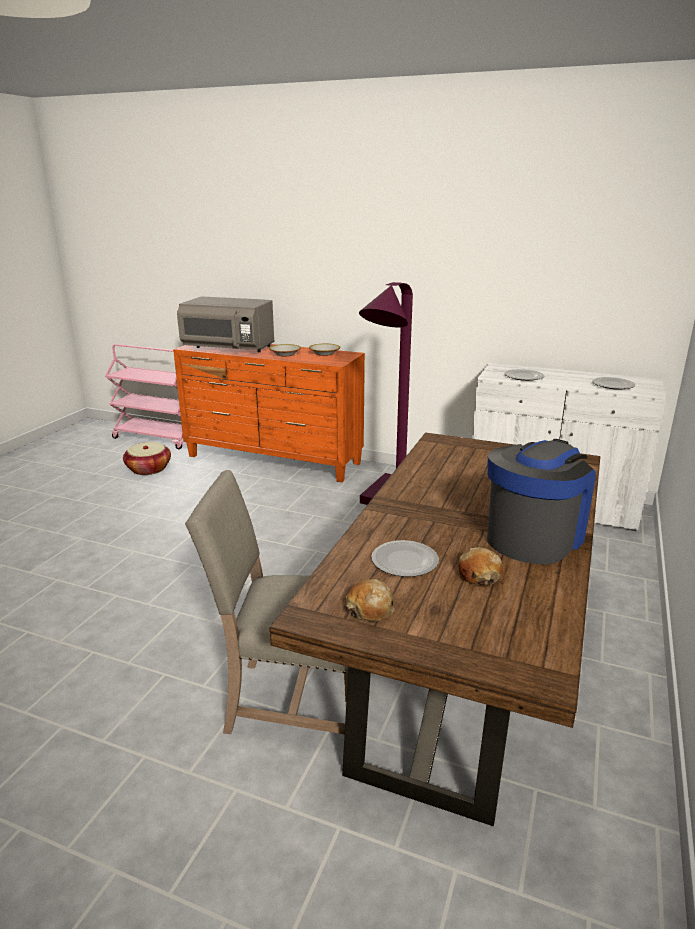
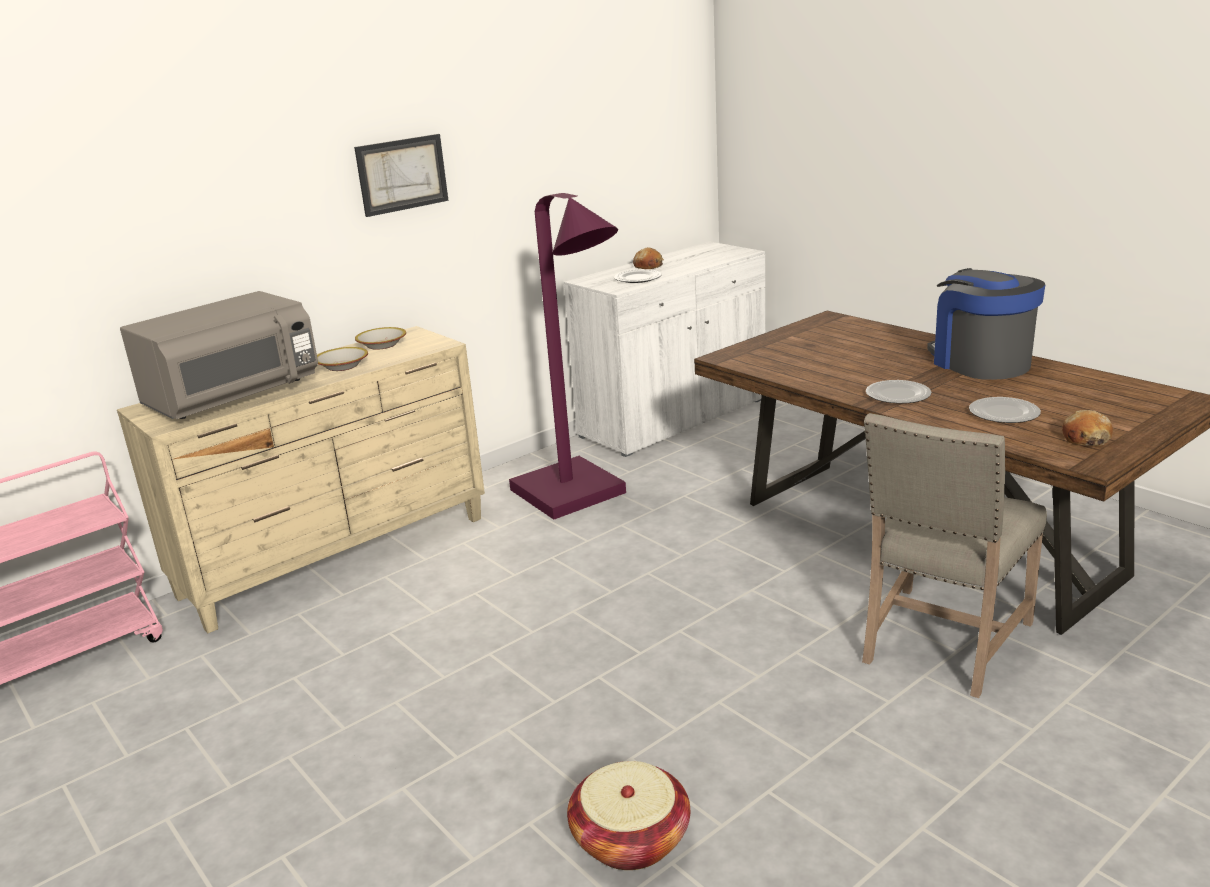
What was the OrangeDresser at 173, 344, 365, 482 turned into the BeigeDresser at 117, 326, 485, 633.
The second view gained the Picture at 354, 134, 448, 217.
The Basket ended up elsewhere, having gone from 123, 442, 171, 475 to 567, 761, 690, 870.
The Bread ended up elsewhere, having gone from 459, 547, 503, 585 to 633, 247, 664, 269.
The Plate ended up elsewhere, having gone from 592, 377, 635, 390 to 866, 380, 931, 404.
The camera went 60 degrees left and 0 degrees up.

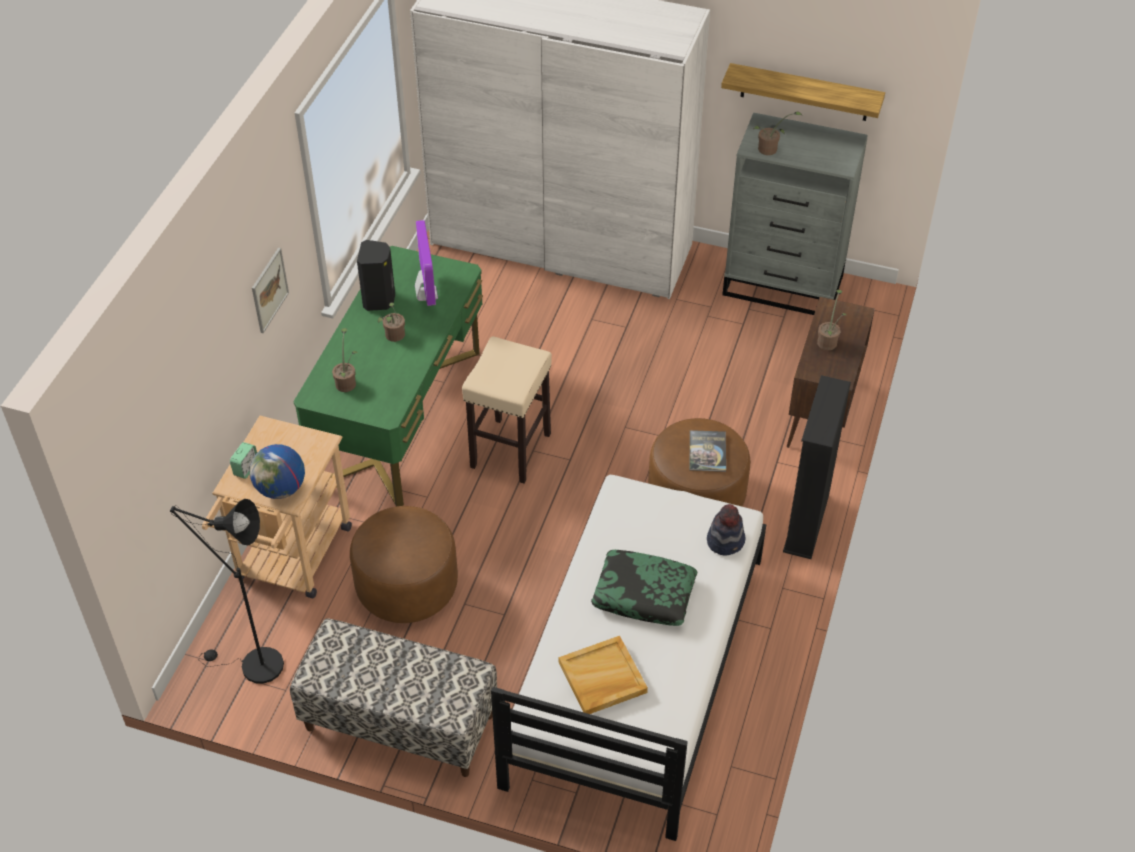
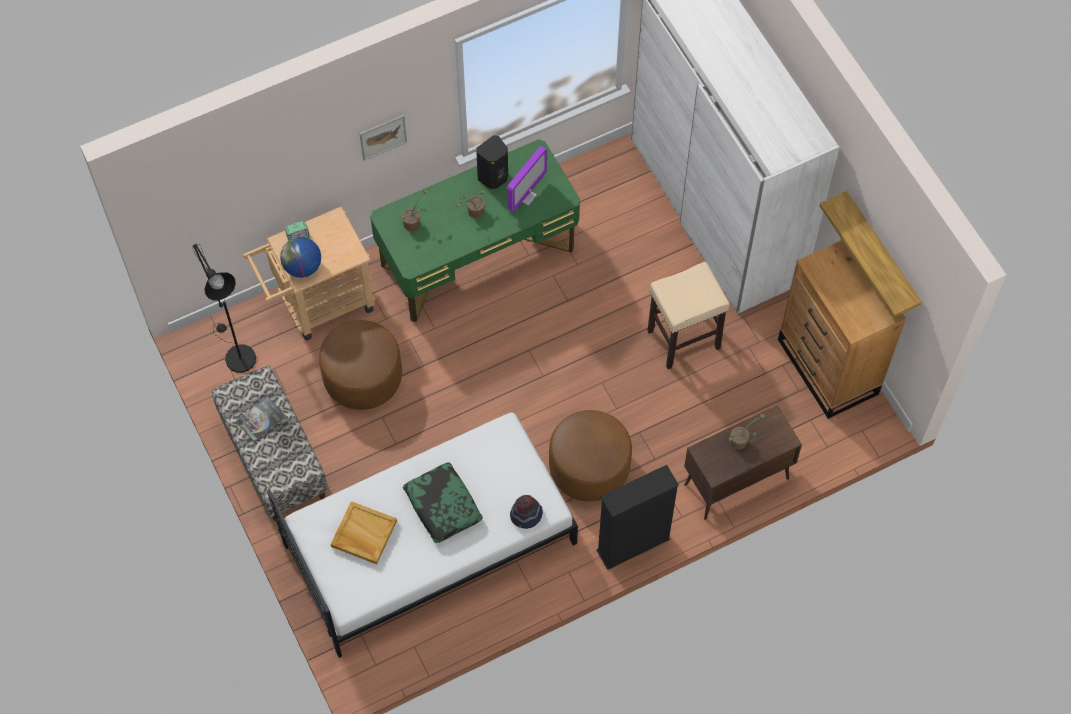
The Book ended up elsewhere, having gone from 690, 430, 726, 472 to 236, 396, 286, 442.
The BeigeStool ended up elsewhere, having gone from 462, 336, 552, 483 to 647, 262, 730, 369.
What was the GreyDresser at 723, 113, 868, 315 turned into the BrownDresser at 778, 240, 906, 419.
The second view lost the PottedPlant at 754, 111, 803, 155.
The camera went 45 degrees right and 15 degrees up.

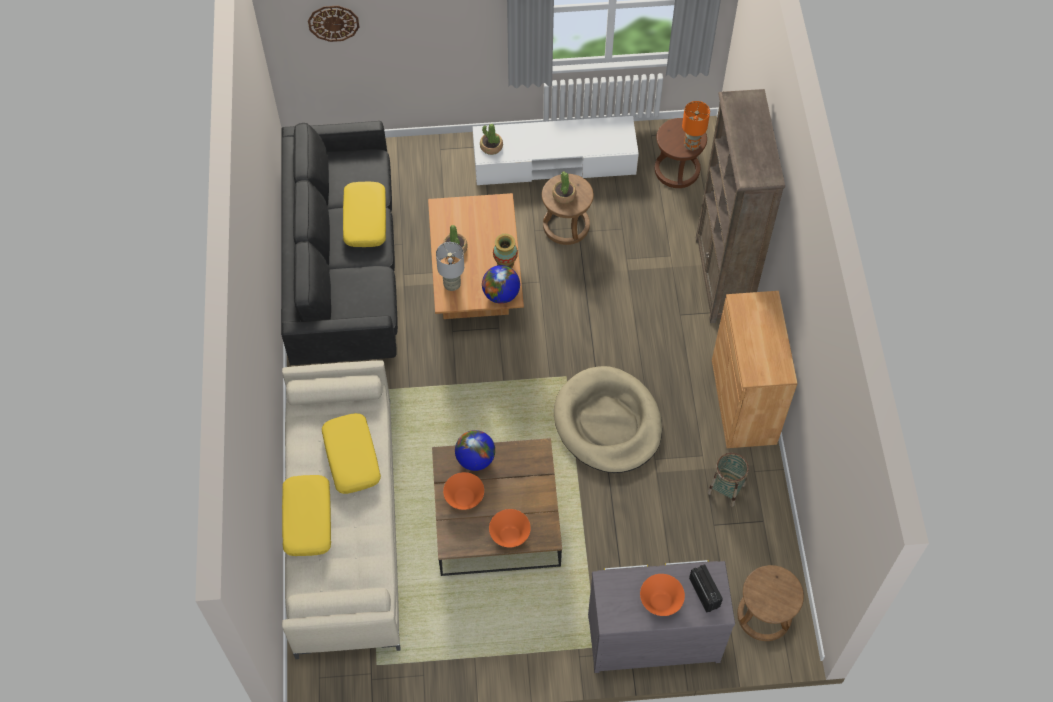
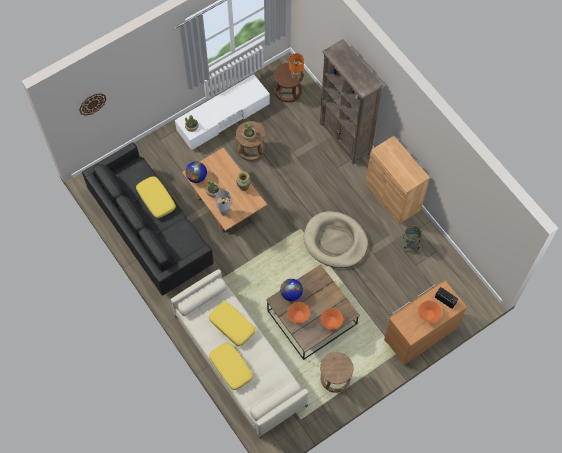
The Globe ended up elsewhere, having gone from 482, 265, 520, 304 to 185, 161, 207, 183.
The BrownStool ended up elsewhere, having gone from 737, 565, 804, 641 to 320, 352, 353, 393.
What was the GreyDresser at 588, 560, 735, 673 turned into the BrownDresser at 384, 281, 467, 365.
The camera went 30 degrees left and 5 degrees up.

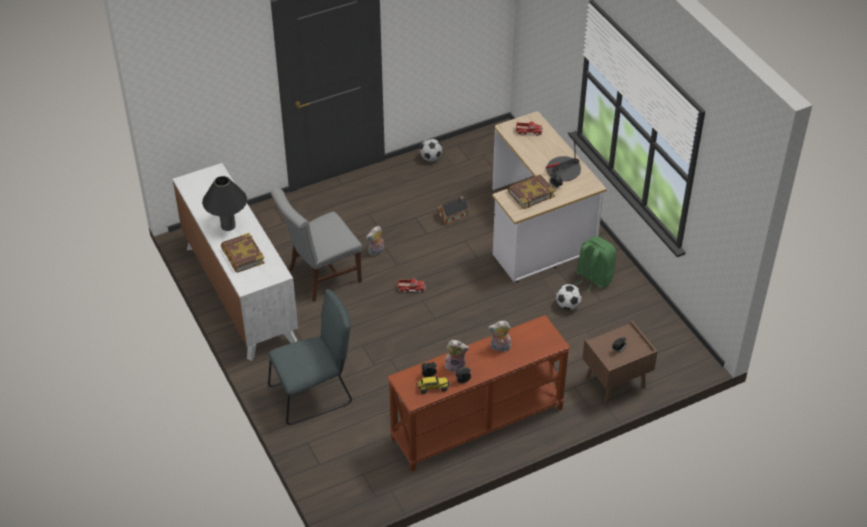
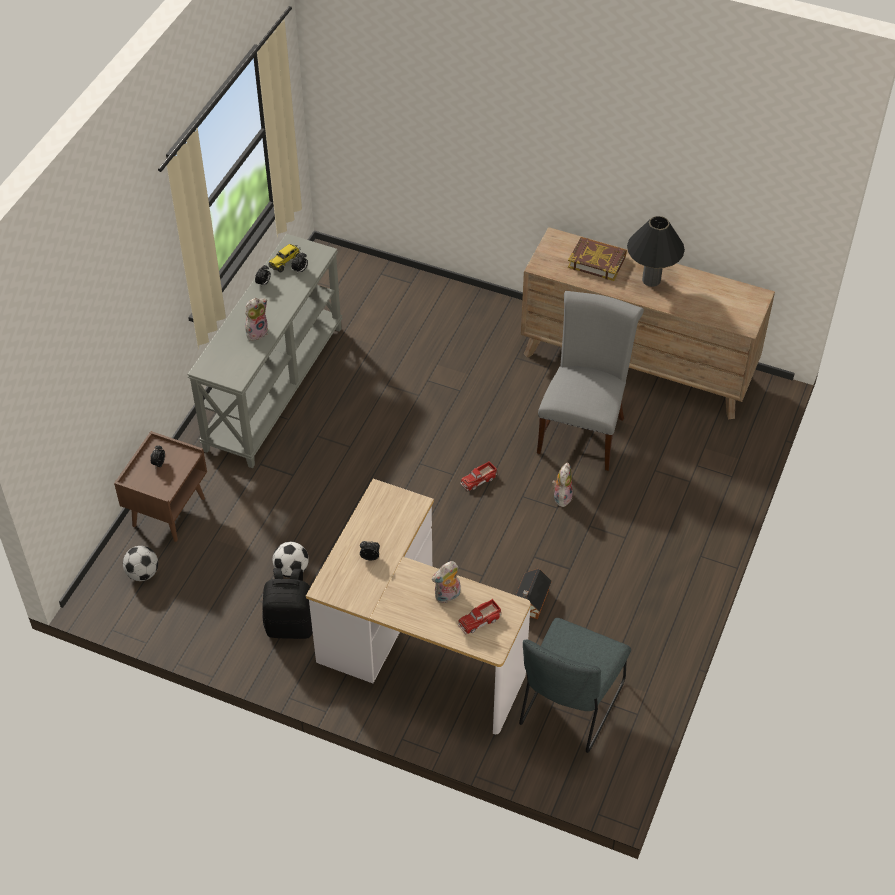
The Football ended up elsewhere, having gone from 420, 138, 442, 162 to 123, 546, 158, 581.
What was the BrownConsoleTable at 388, 315, 570, 472 turned into the GreyConsoleTable at 187, 234, 342, 468.
What was the GreenBackpack at 574, 236, 616, 293 turned into the BlackBackpack at 262, 568, 313, 639.
The PlushToy ended up elsewhere, having gone from 445, 340, 469, 373 to 432, 561, 460, 603.
The GreyChair ended up elsewhere, having gone from 268, 289, 352, 425 to 519, 618, 631, 753.
What was the WhiteDresser at 173, 163, 298, 361 turned into the BrownDresser at 521, 227, 775, 419.
The second view lost the Book at 508, 175, 556, 209.
The second view lost the TableLamp at 546, 132, 581, 181.
The camera went 140 degrees right and 5 degrees up.

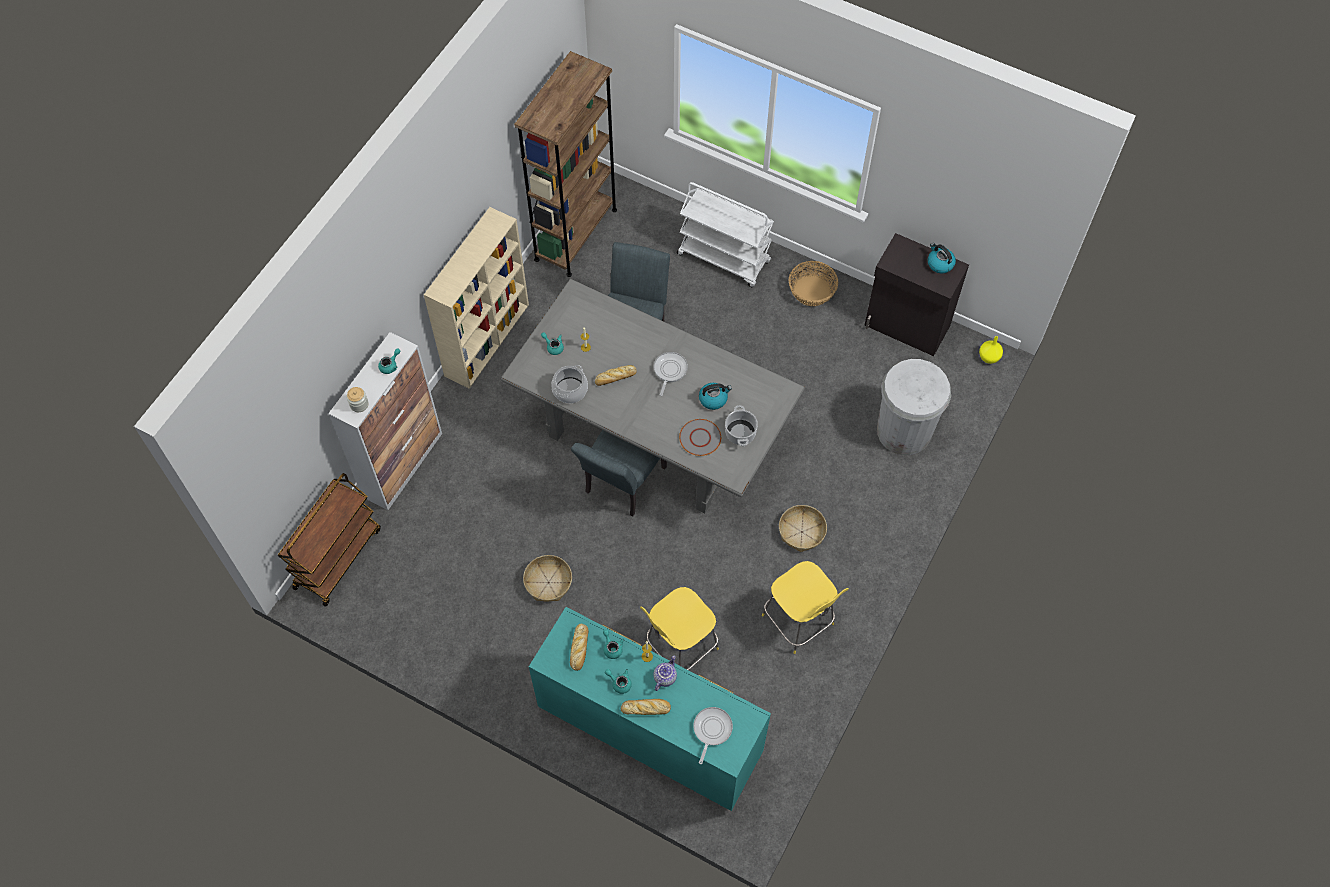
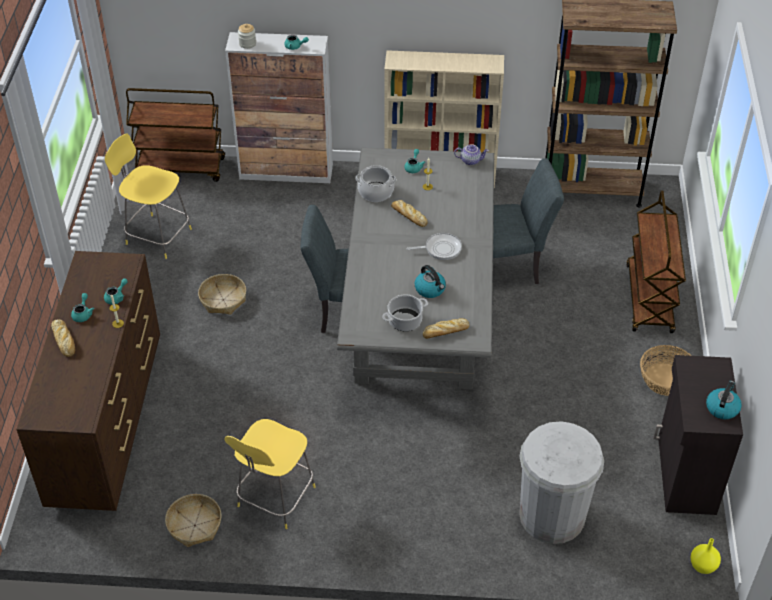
What was the TurquoiseDresser at 529, 607, 771, 811 turned into the BrownDresser at 16, 251, 160, 511.
The YellowStool ended up elsewhere, having gone from 640, 587, 719, 670 to 105, 133, 192, 259.
The Basket ended up elsewhere, having gone from 779, 505, 827, 552 to 165, 494, 221, 547.
The Bread ended up elsewhere, having gone from 570, 624, 588, 671 to 423, 318, 469, 339.
The Teapot ended up elsewhere, having gone from 653, 656, 677, 691 to 454, 144, 489, 165.
What was the WhiteCart at 677, 182, 774, 287 turned into the BrownCart at 626, 190, 686, 333.
The second view lost the GreyPlate at 679, 419, 721, 456.
The second view lost the FryingPan at 693, 707, 733, 764.
The camera went 65 degrees right and 15 degrees down.

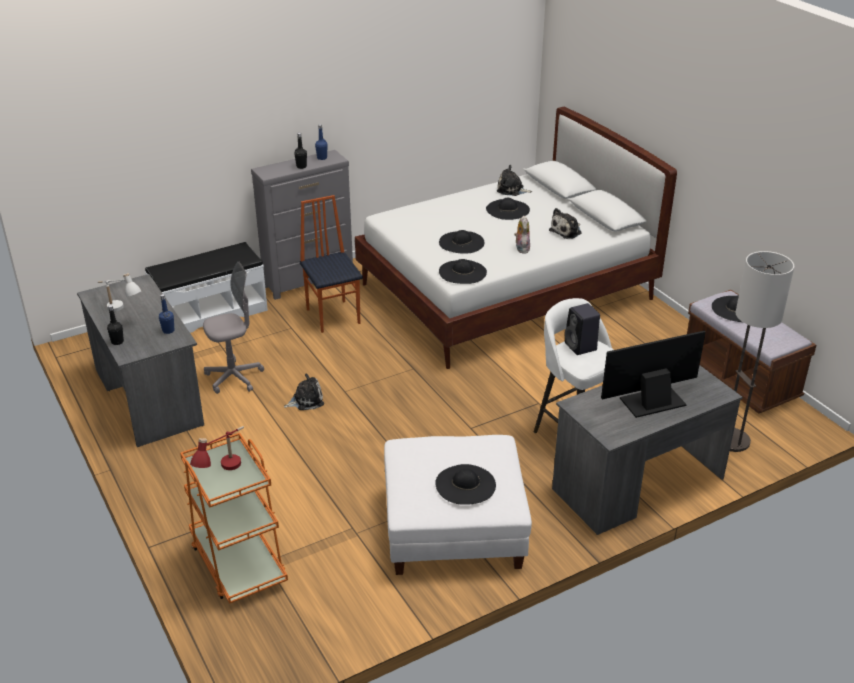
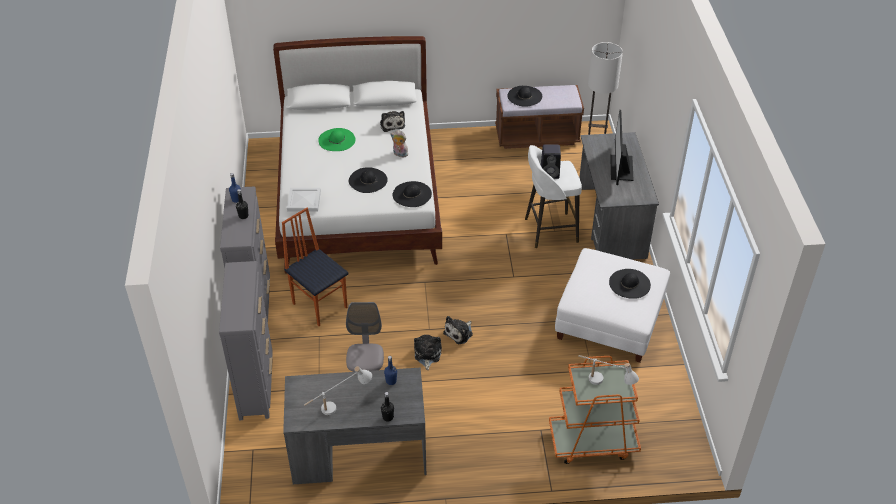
Where the WhiteBench stood at 145, 242, 268, 333, the GreyDresser came to stand at 219, 261, 273, 421.
The Chair at 300, 195, 363, 333 ended up facing another way, 45 degrees clockwise from before.
The second view gained the WhiteTray at 287, 188, 321, 212.
What was the BlackHat at 486, 198, 530, 220 turned into the GreenHat at 318, 128, 356, 151.
The PlushToy ended up elsewhere, having gone from 497, 165, 533, 196 to 443, 316, 473, 344.
What was the RedTableLamp at 190, 426, 244, 470 turned into the WhiteTableLamp at 578, 355, 639, 385.
The camera went 65 degrees left and 10 degrees up.

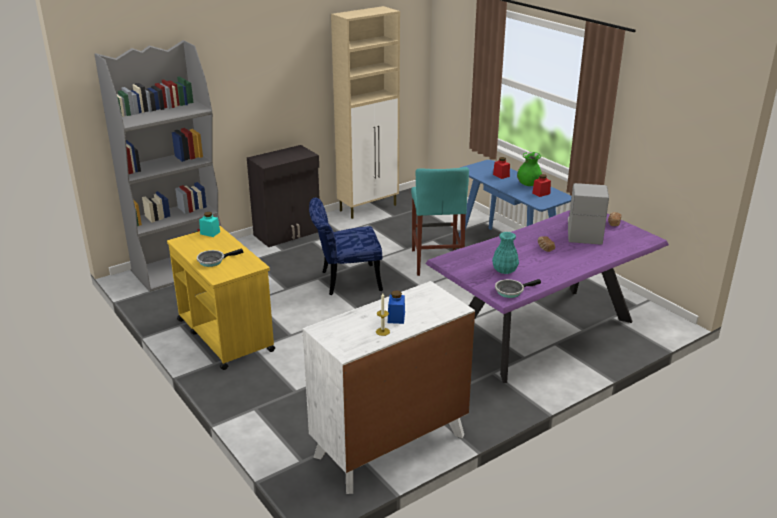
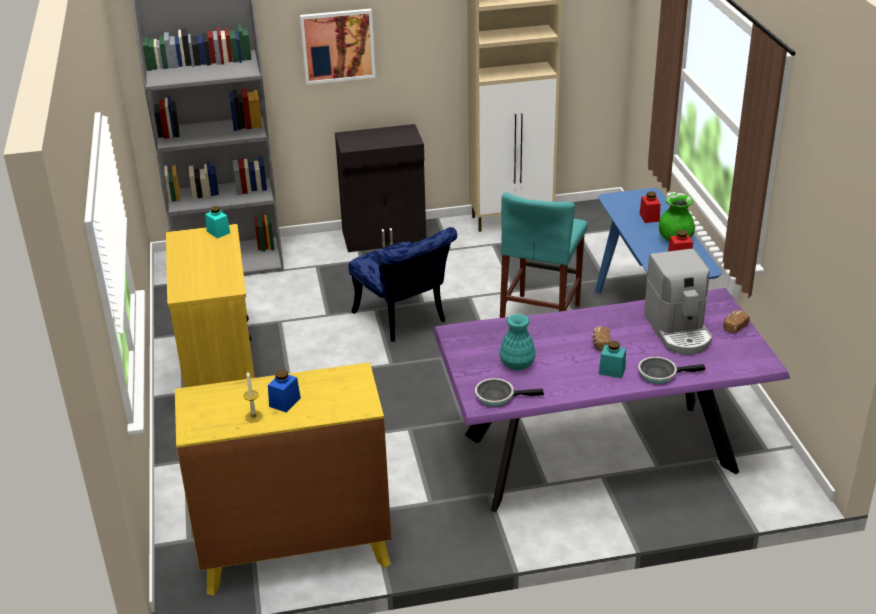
What was the WhiteDresser at 302, 281, 475, 494 turned into the YellowDresser at 175, 362, 392, 596.
The second view gained the Picture at 300, 9, 376, 85.
The BlueChair at 309, 197, 383, 295 ended up facing another way, 135 degrees counterclockwise from before.
The second view gained the TurquoiseJar at 599, 341, 626, 378.
The FryingPan ended up elsewhere, having gone from 197, 248, 244, 267 to 638, 357, 705, 384.
The CoffeeMachine at 568, 183, 609, 245 ended up facing another way, 135 degrees clockwise from before.
The camera went 25 degrees right and 5 degrees up.

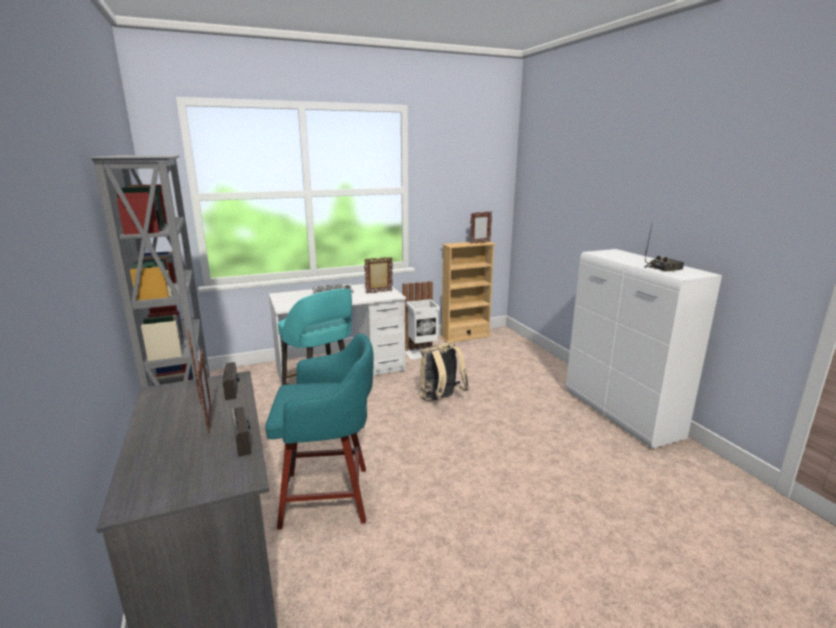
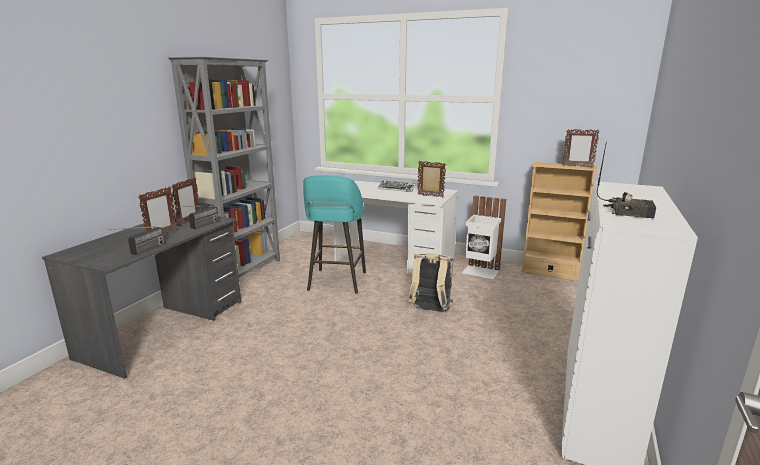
The second view lost the TurquoiseStool at 265, 333, 374, 530.
The camera went 45 degrees right and 0 degrees up.

